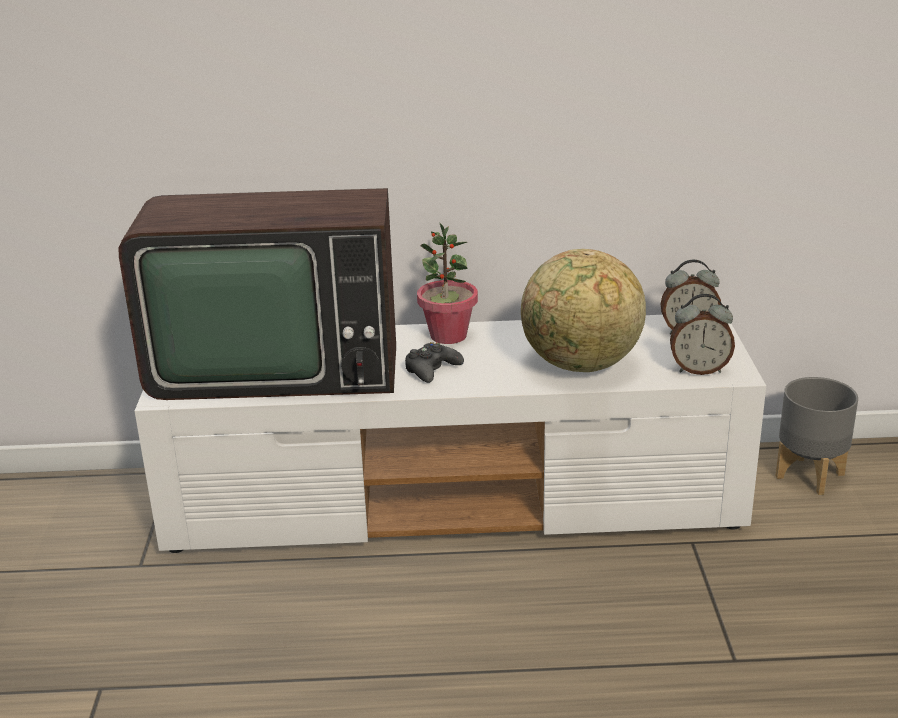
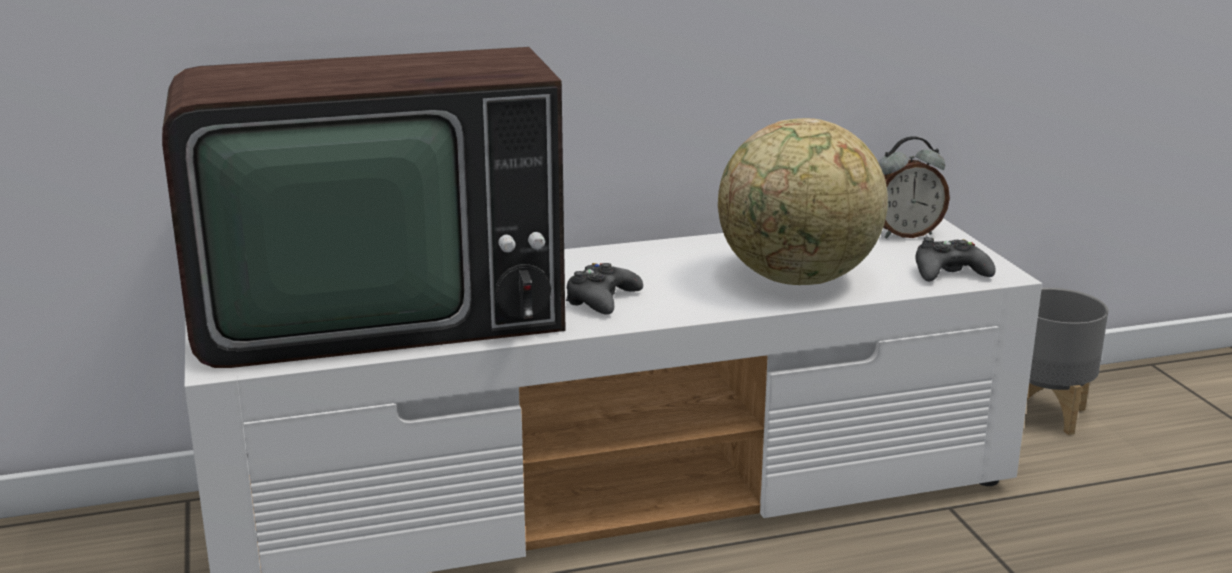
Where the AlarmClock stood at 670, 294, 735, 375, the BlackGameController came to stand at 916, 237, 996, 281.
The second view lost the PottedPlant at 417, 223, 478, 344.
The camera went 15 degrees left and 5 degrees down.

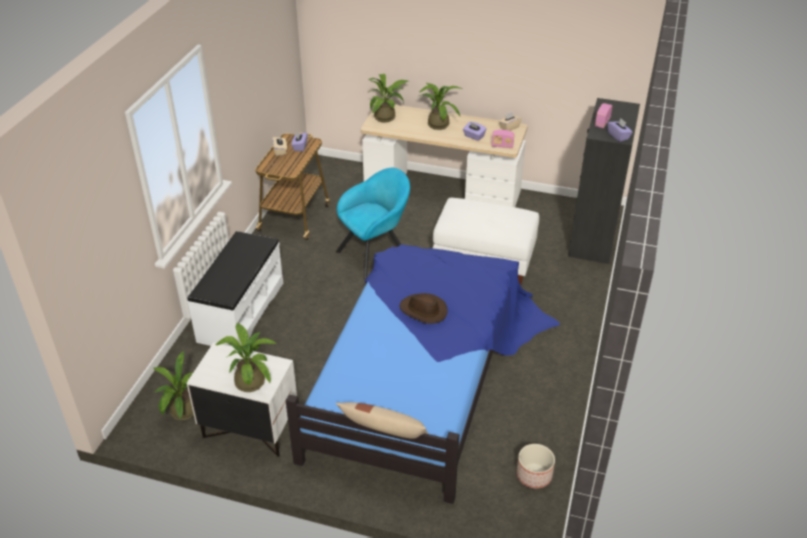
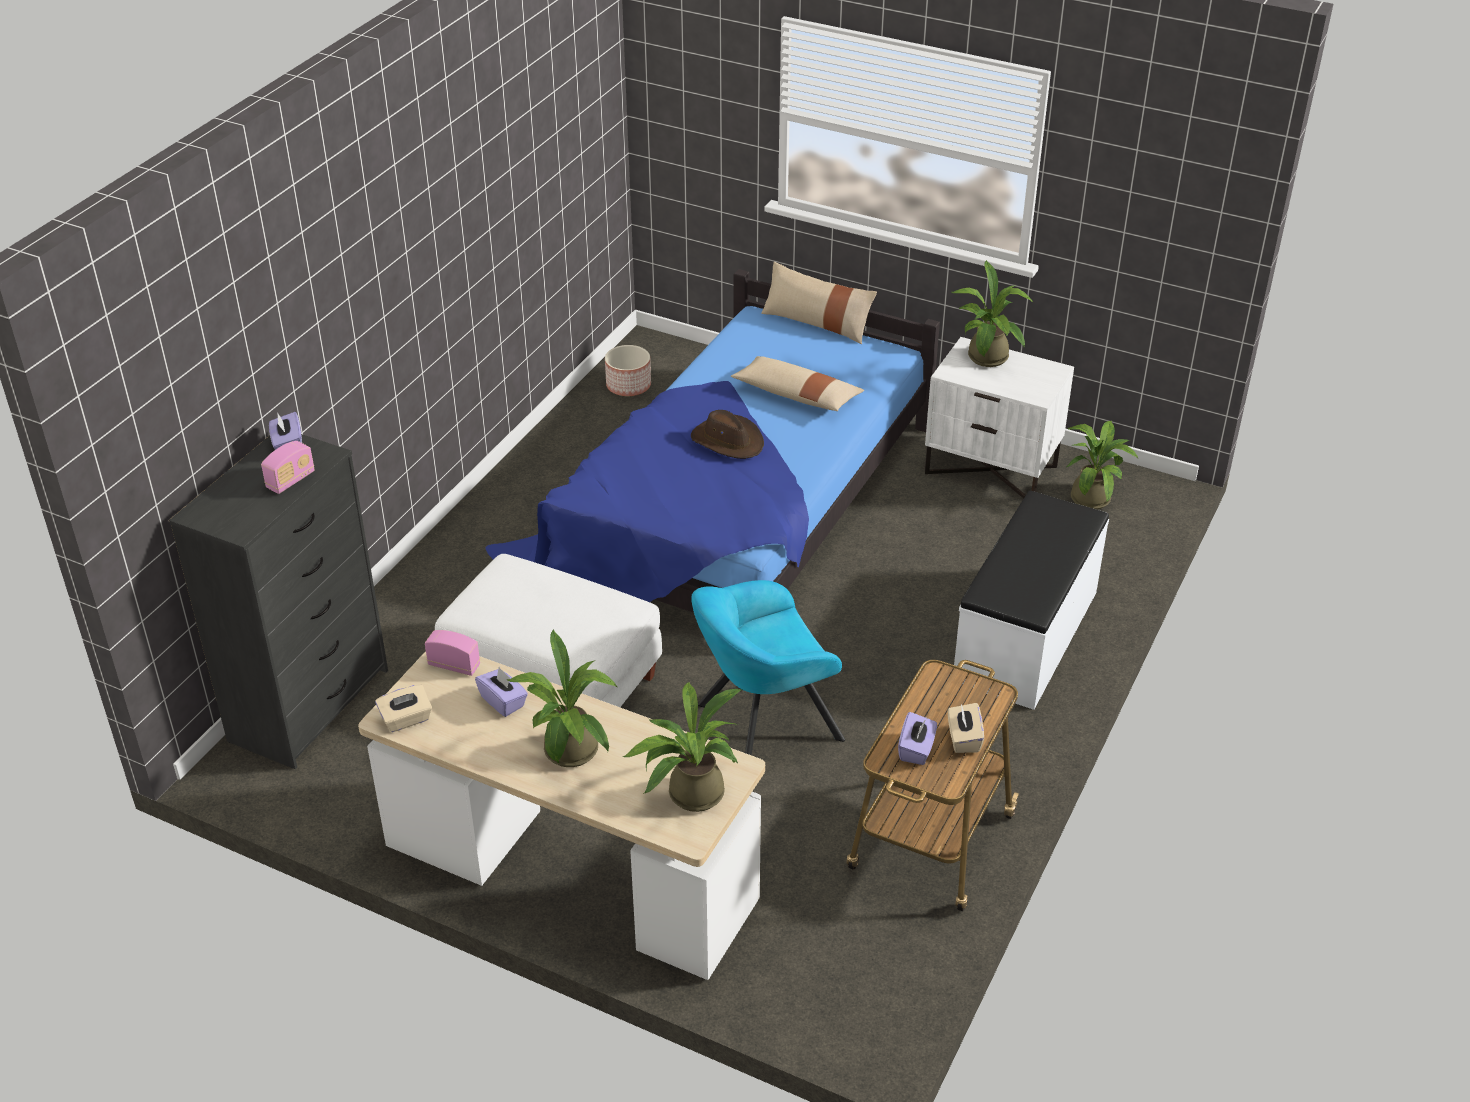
The second view gained the BeigePillow at 731, 356, 864, 411.
The camera went 170 degrees left and 0 degrees up.

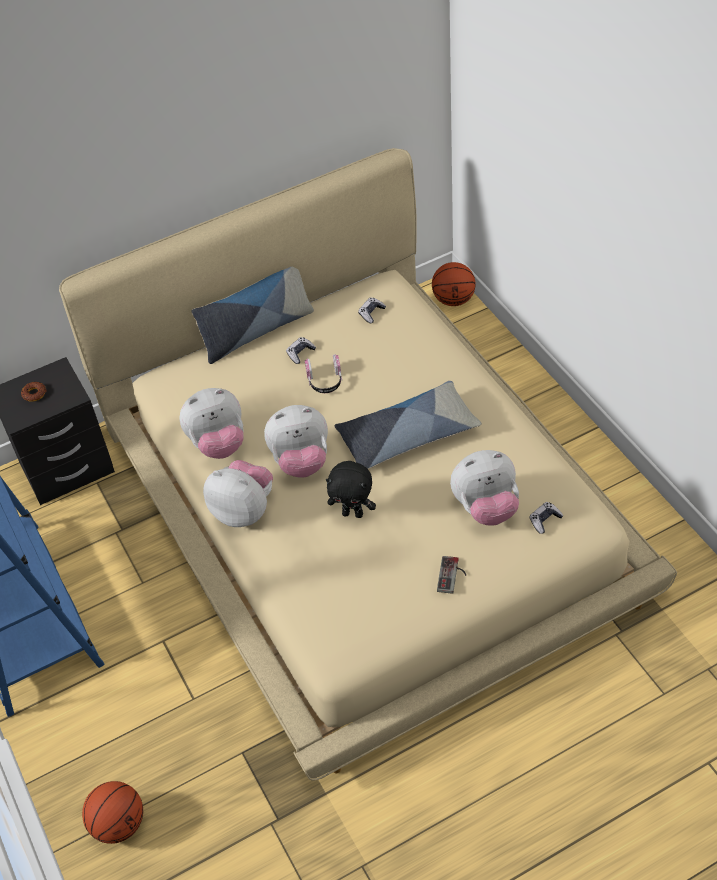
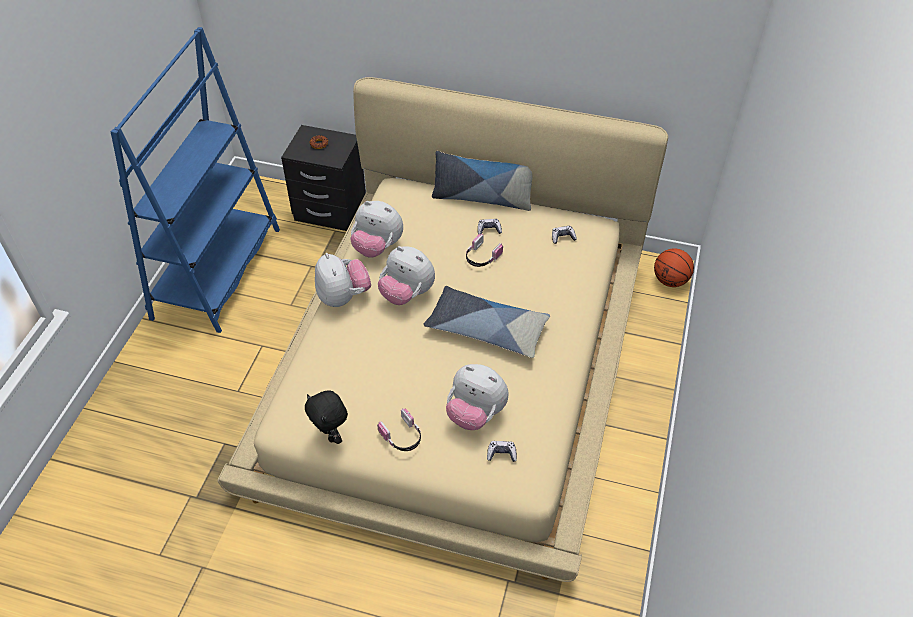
The BlackPlushToy ended up elsewhere, having gone from 326, 461, 376, 518 to 305, 390, 348, 444.
Where the GameController stood at 437, 556, 466, 594, the Headphones came to stand at 377, 408, 421, 451.
The second view lost the Basketball at 82, 781, 143, 844.
The camera went 40 degrees right and 0 degrees up.

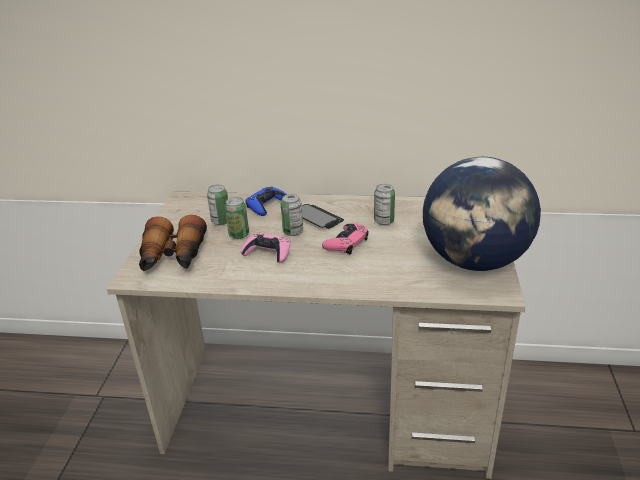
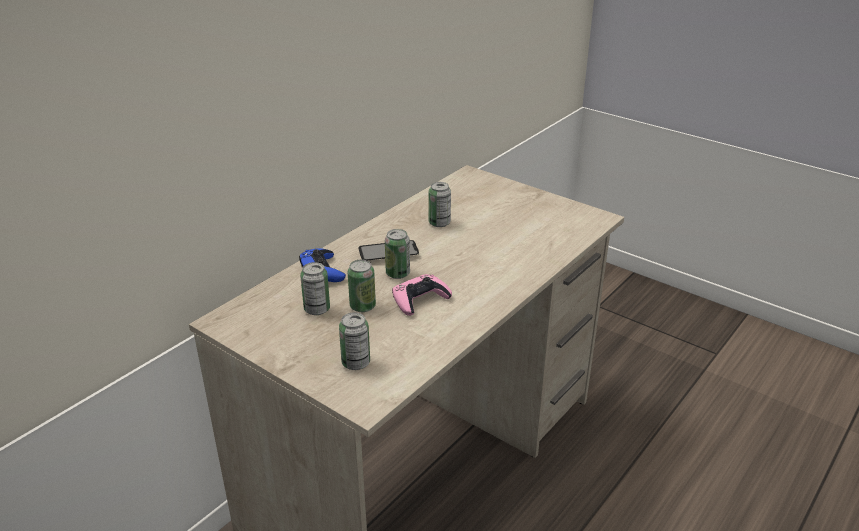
Where the Binoculars stood at 139, 215, 207, 271, the Can came to stand at 339, 312, 370, 370.
The second view lost the PinkGameController at 322, 223, 369, 255.
The second view lost the Globe at 423, 157, 541, 271.
The camera went 60 degrees left and 0 degrees up.

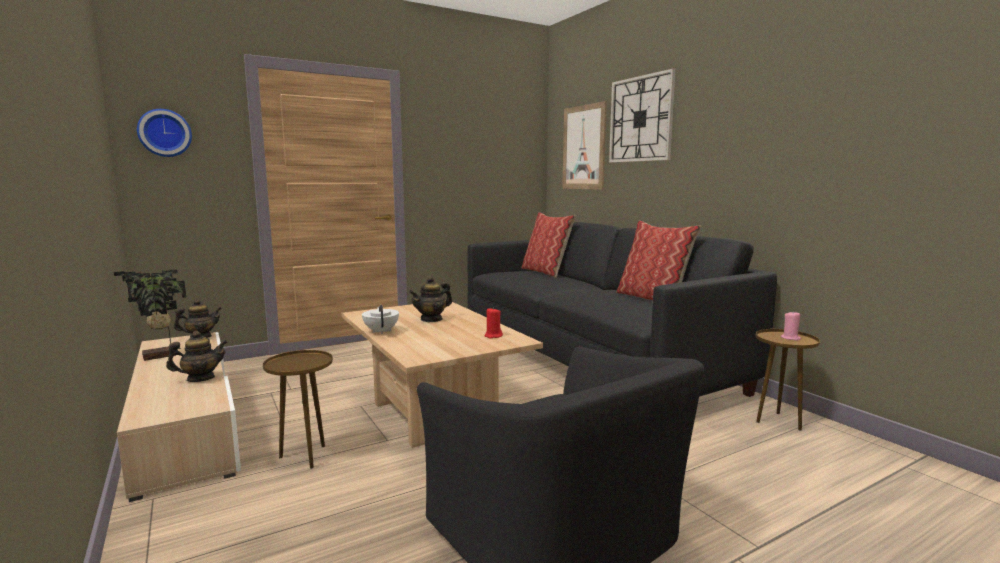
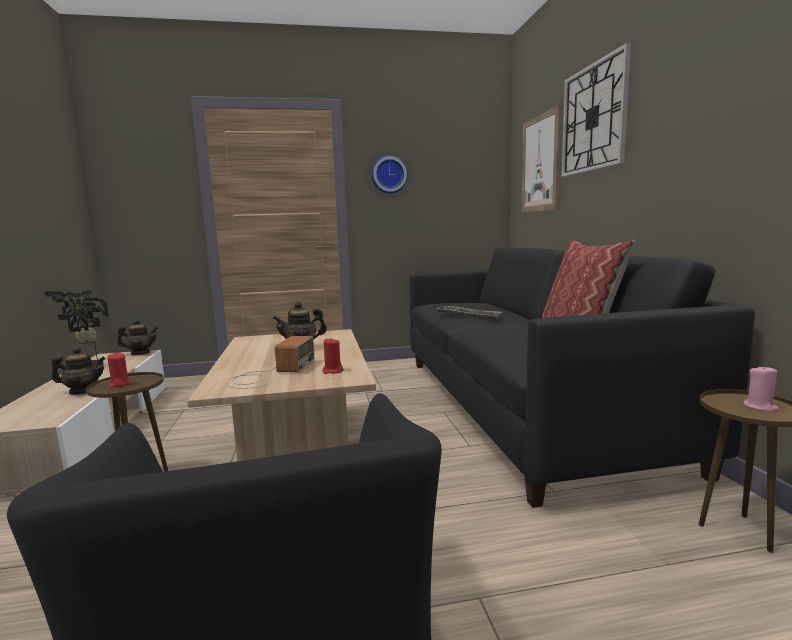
The second view gained the RedCandle at 107, 352, 131, 388.
The second view gained the Radio at 226, 336, 314, 389.
The WallClock ended up elsewhere, having gone from 137, 109, 192, 157 to 371, 155, 408, 194.
The second view gained the Tray at 437, 306, 503, 320.
The second view lost the WhiteTeapot at 362, 305, 399, 334.
The second view lost the Pillow at 521, 212, 576, 278.
The camera went 20 degrees right and 0 degrees up.

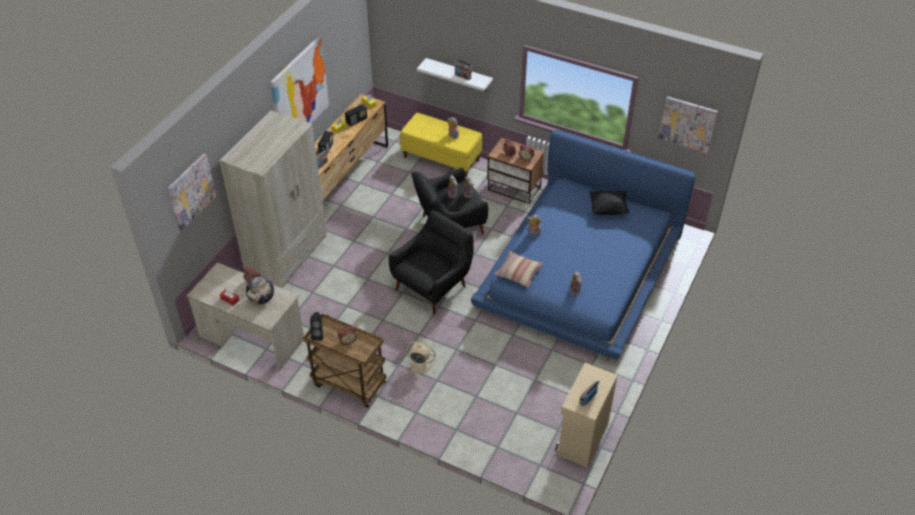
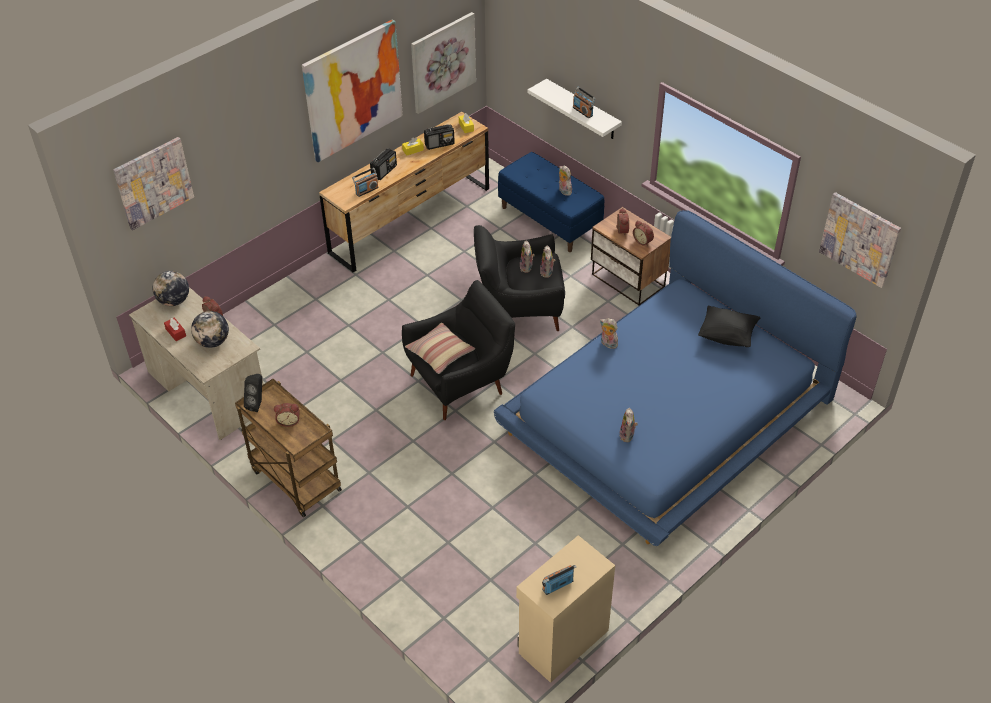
The second view gained the Globe at 153, 271, 189, 306.
The Pillow ended up elsewhere, having gone from 494, 251, 543, 288 to 405, 323, 475, 374.
The second view gained the Picture at 411, 12, 476, 114.
What was the YellowBench at 400, 113, 482, 178 turned into the BlueBench at 498, 152, 604, 252.
The second view lost the BeigeWardrobe at 219, 110, 327, 289.
The second view lost the BeigeFan at 404, 341, 436, 377.
The camera went 20 degrees right and 0 degrees up.

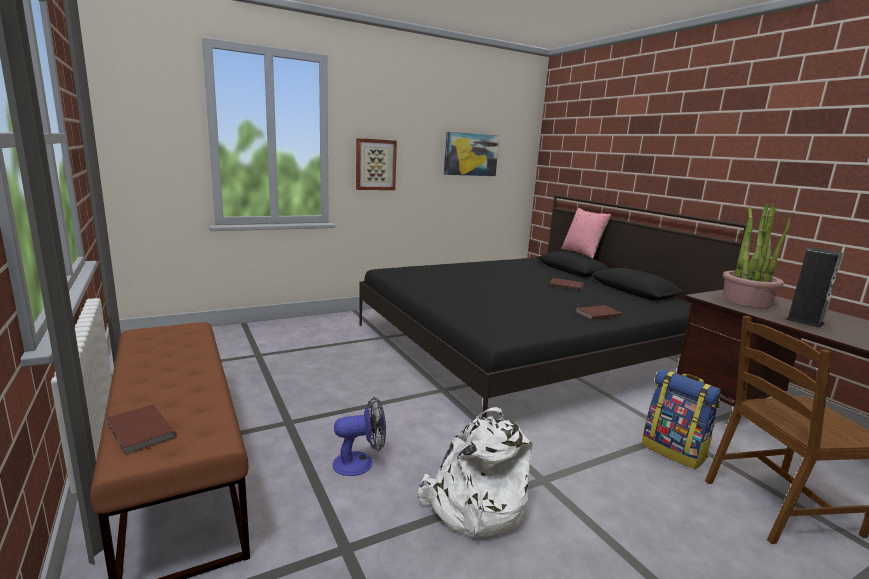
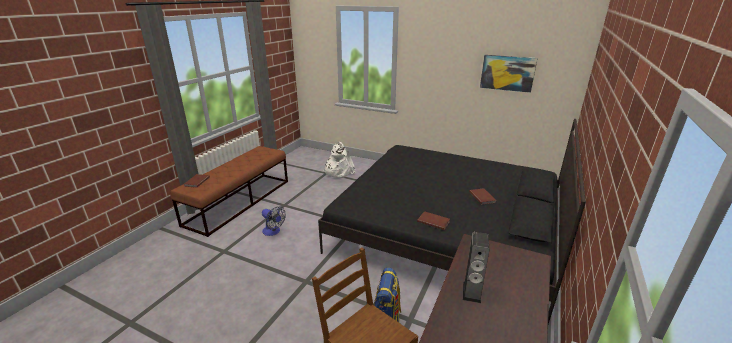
The WhiteBackpack ended up elsewhere, having gone from 418, 407, 533, 537 to 323, 142, 355, 178.
The second view lost the Picture at 356, 138, 397, 190.
The second view lost the PinkPillow at 561, 208, 612, 259.
The second view lost the PottedPlant at 723, 203, 790, 307.
The camera went 55 degrees right and 10 degrees up.

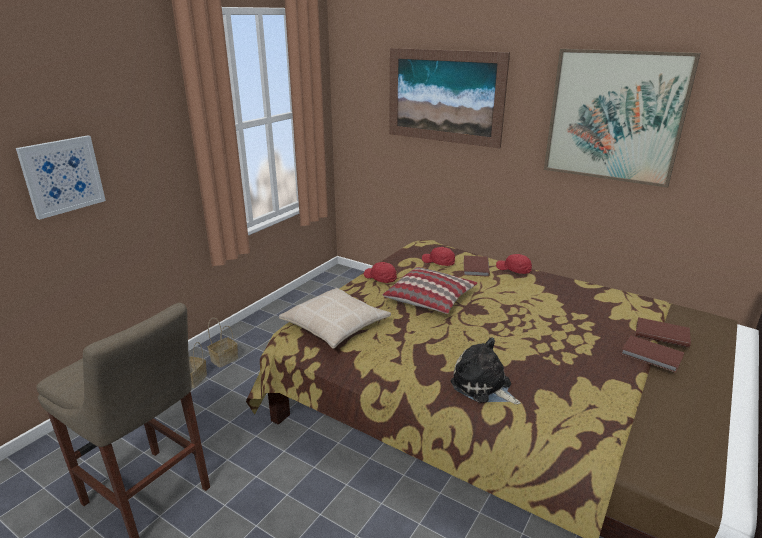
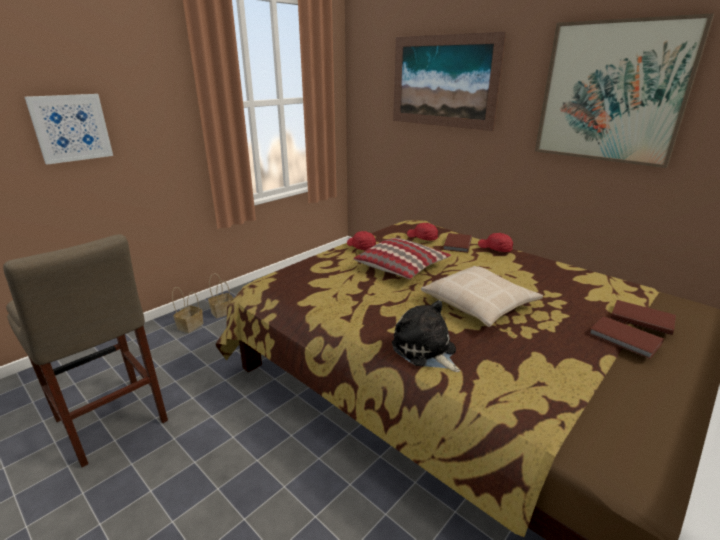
The BeigePillow ended up elsewhere, having gone from 279, 288, 391, 349 to 421, 266, 543, 327.
The camera went 10 degrees right and 0 degrees up.

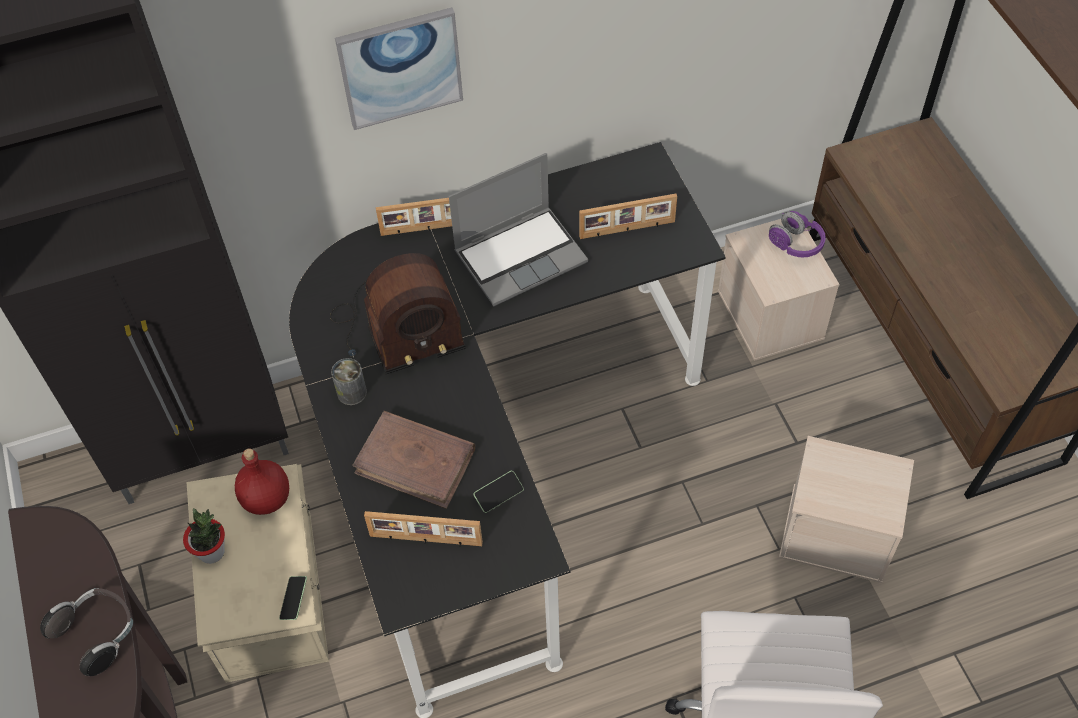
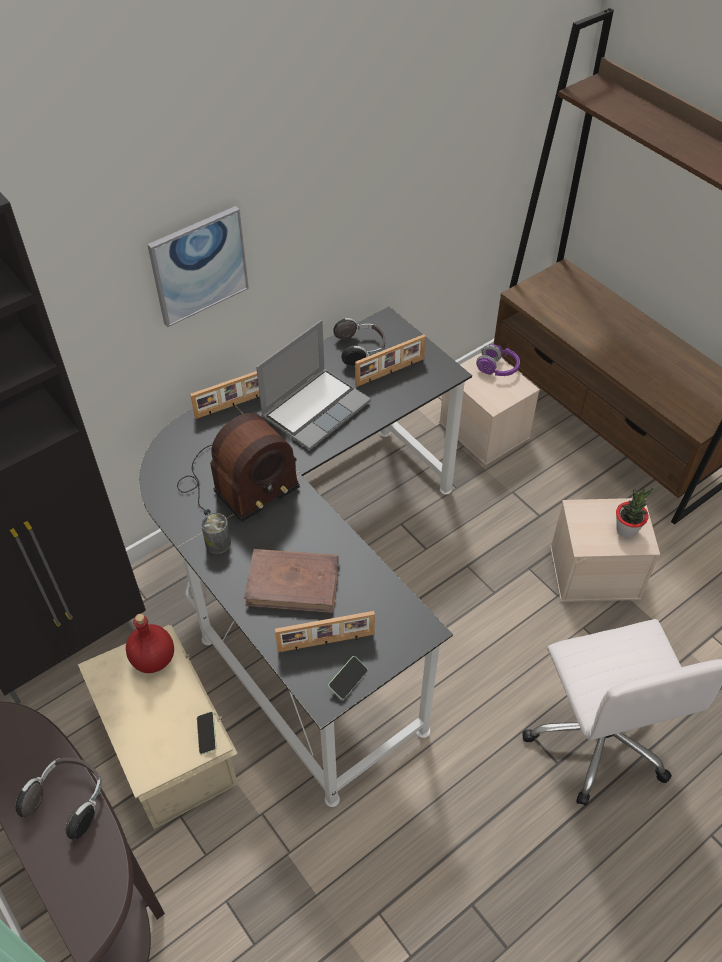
The Phone ended up elsewhere, having gone from 473, 471, 524, 513 to 328, 656, 368, 700.
The second view gained the Headphones at 333, 318, 385, 367.
The PottedPlant ended up elsewhere, having gone from 183, 508, 225, 564 to 616, 488, 653, 538.
The camera went 20 degrees left and 5 degrees down.

